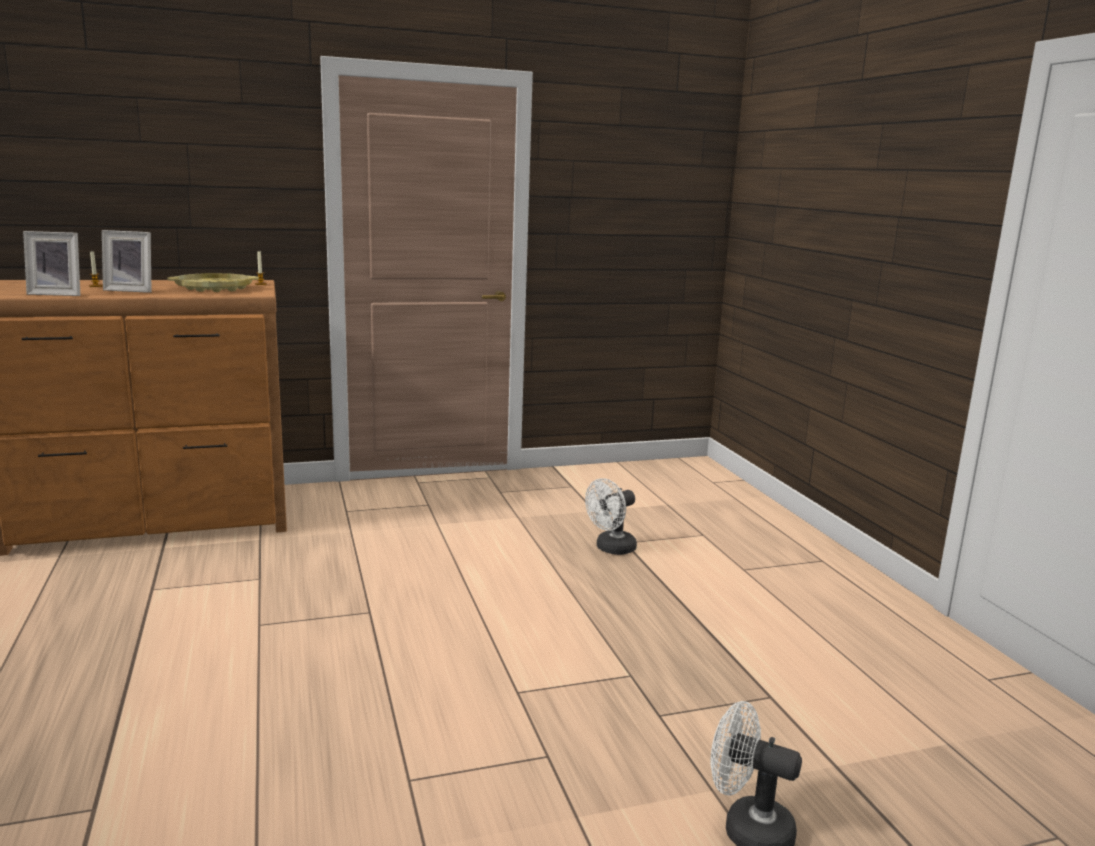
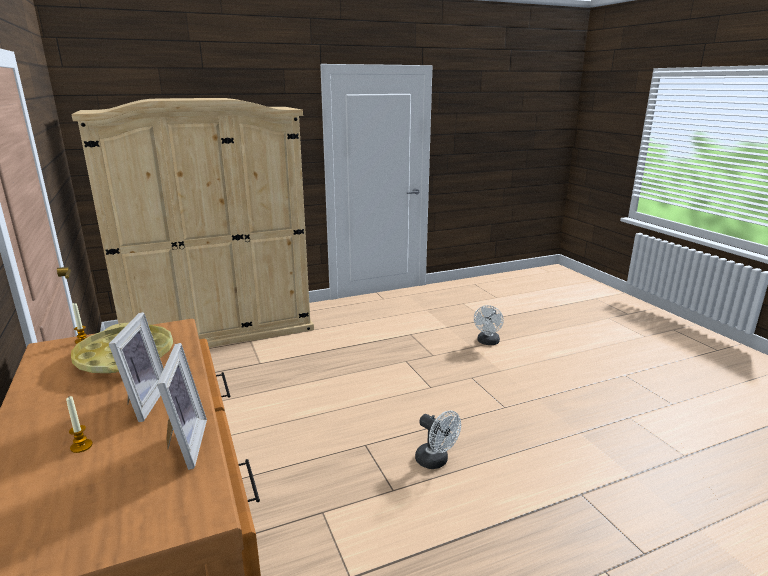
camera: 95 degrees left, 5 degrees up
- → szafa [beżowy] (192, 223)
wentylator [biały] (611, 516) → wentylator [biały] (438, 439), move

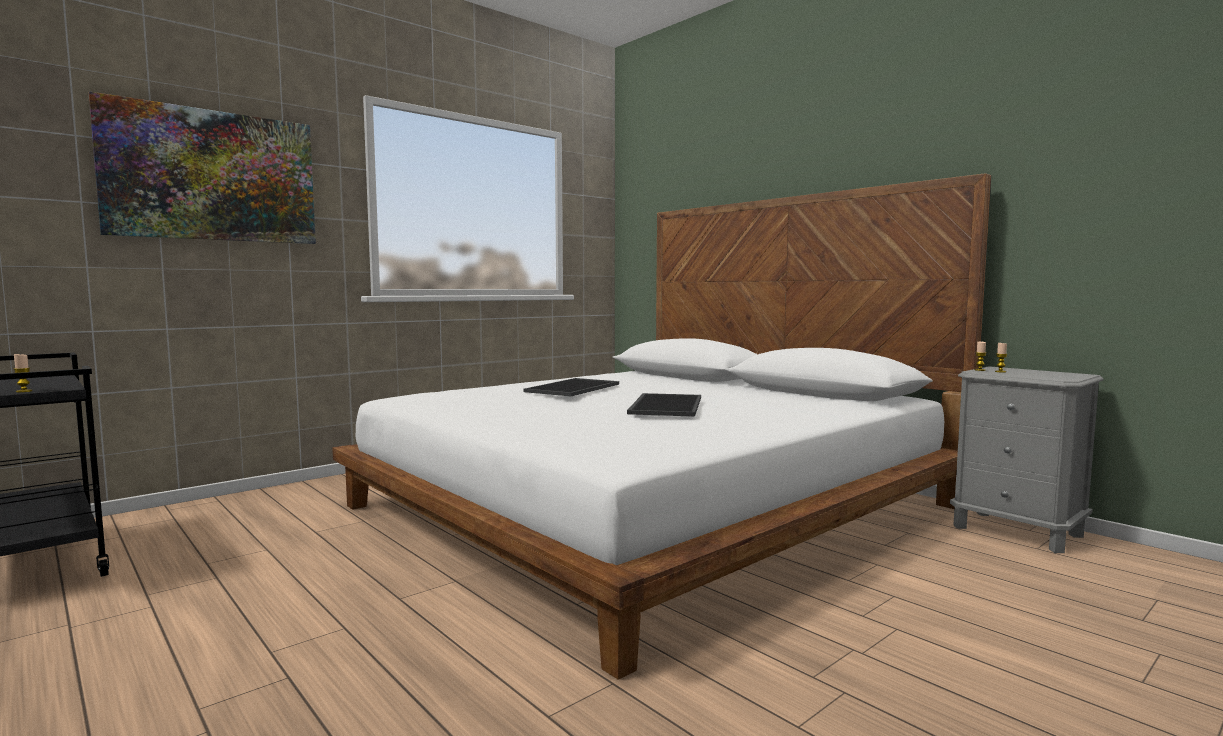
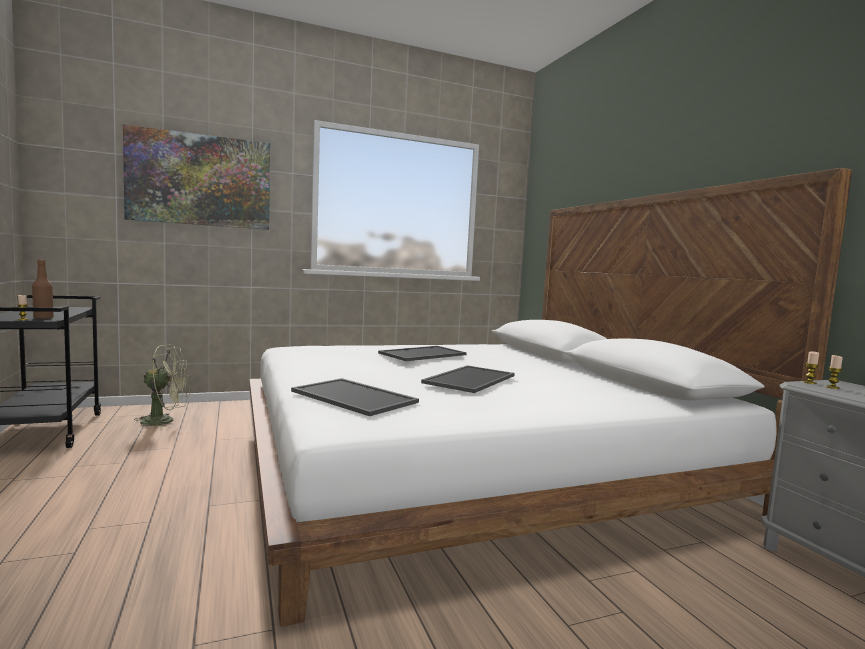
camera: 20 degrees right, 0 degrees up
- → butelka [brązowy] (43, 289)
- → wentylator [zielony] (162, 386)
- → taca (355, 397)

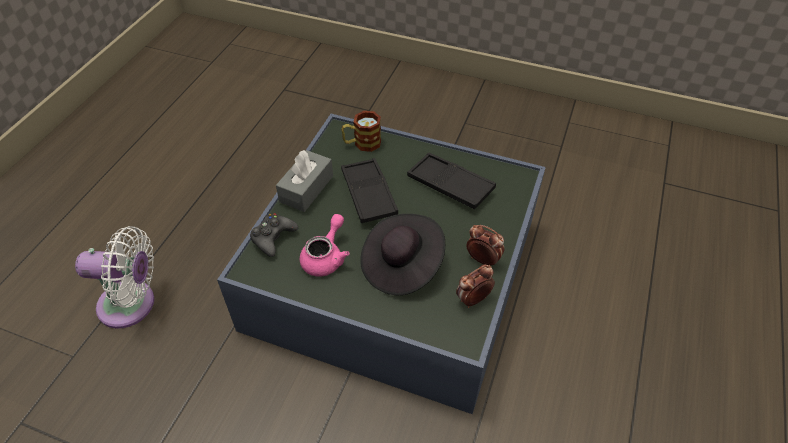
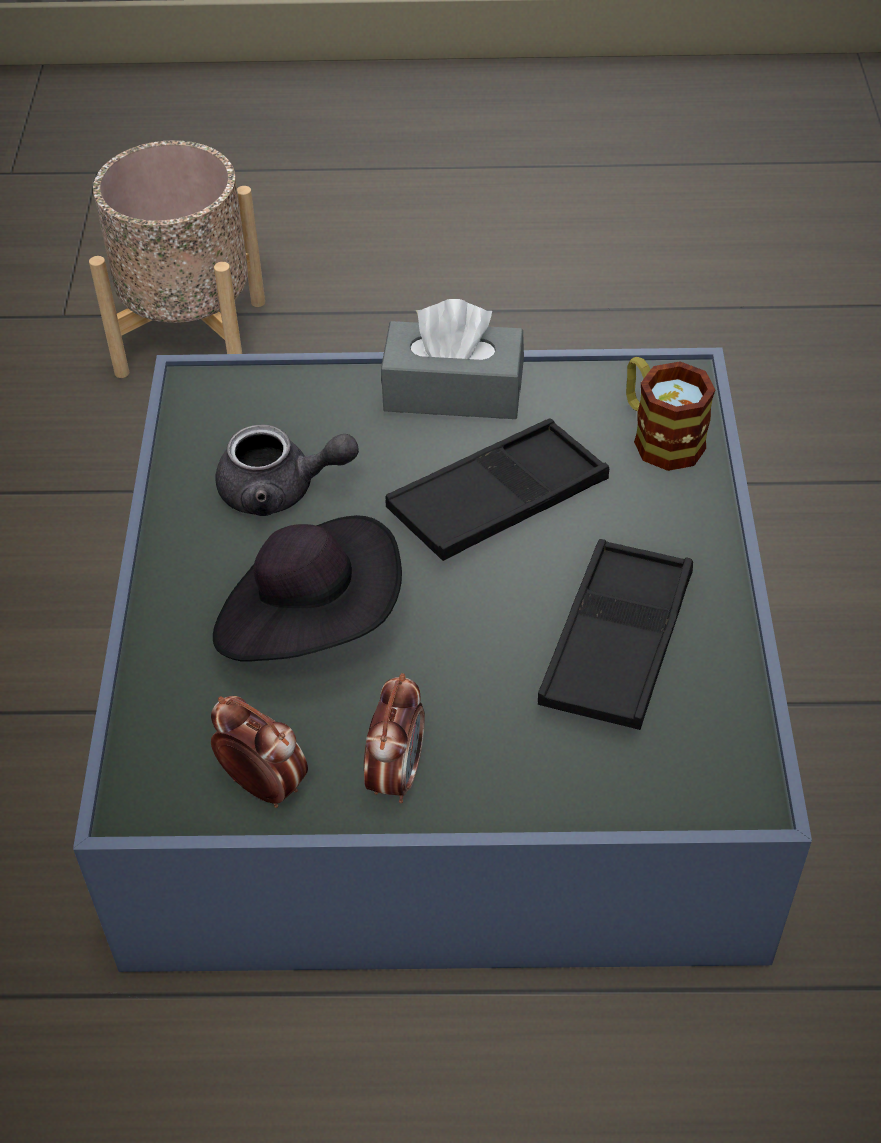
camera: 70 degrees right, 0 degrees up
pad do gier [czarny] (274, 235) → -
wentylator [biały] (114, 277) → donica [beżowy] (177, 259)
imbryk [różowy] (324, 245) → imbryk [szary] (287, 470)

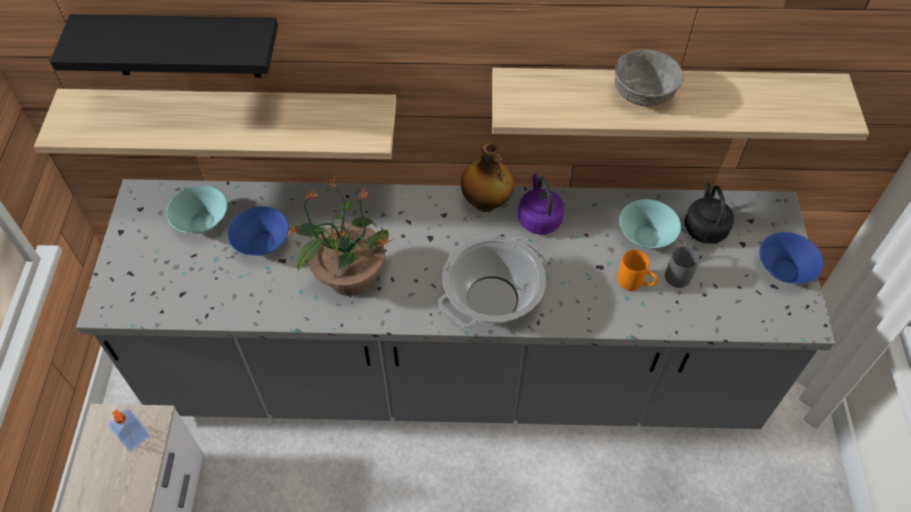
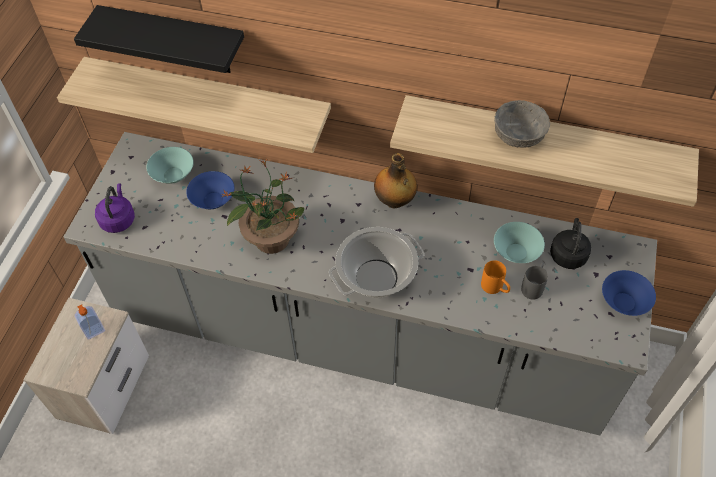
camera: 15 degrees right, 0 degrees up
czajnik [fioletowy] (541, 204) → czajnik [fioletowy] (115, 208), move

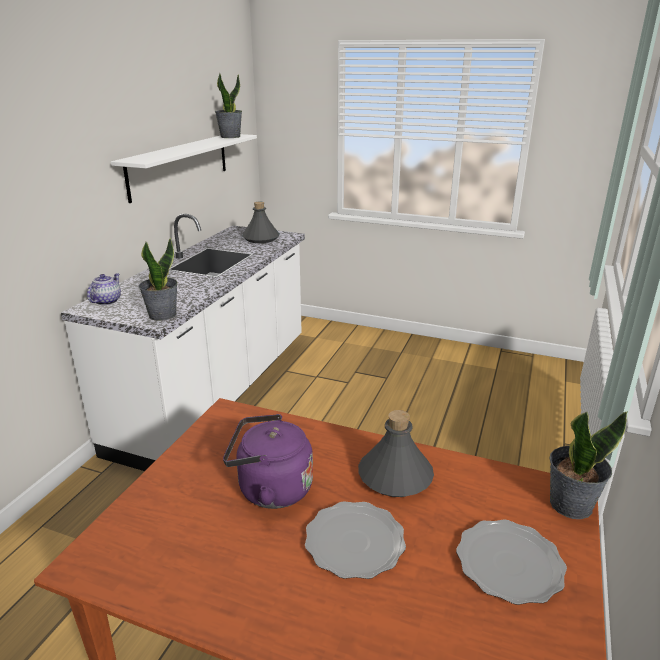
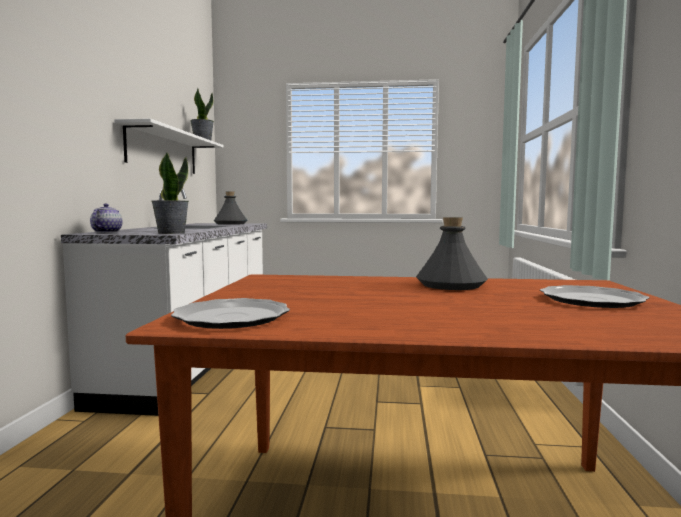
camera: 15 degrees left, 20 degrees down
czajnik [fioletowy] (268, 461) → -
roślina doniczkowa (588, 465) → -
talerz (355, 540) → talerz (230, 313), move

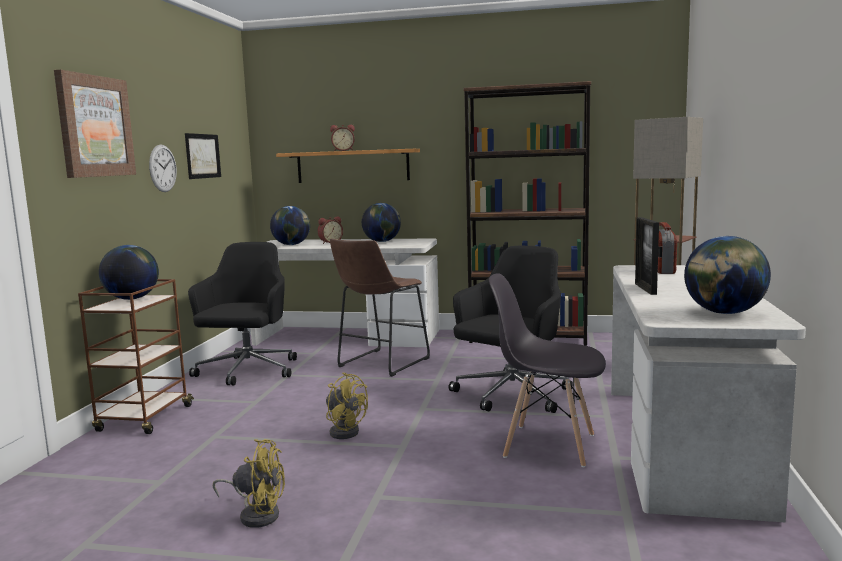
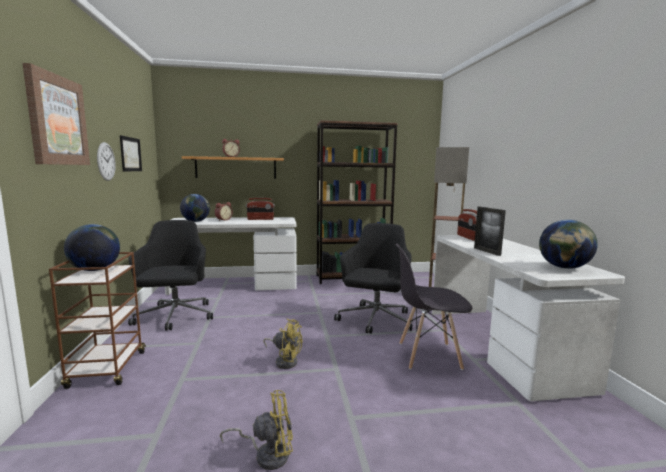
camera: 20 degrees left, 0 degrees up
stołek [brązowy] (380, 308) → -
globus (381, 222) → radio (260, 209)

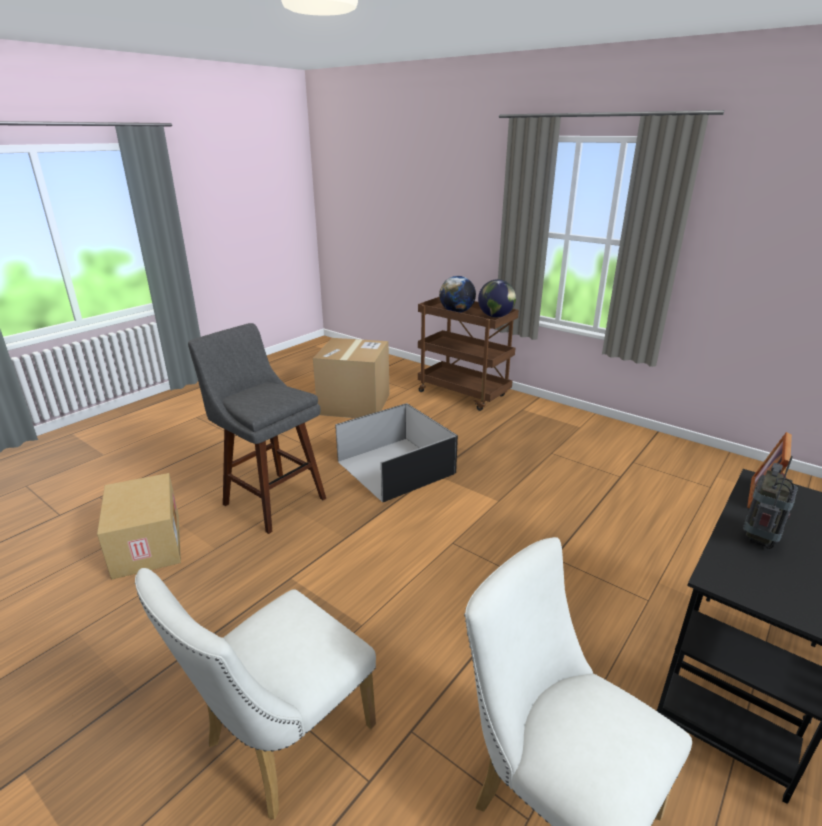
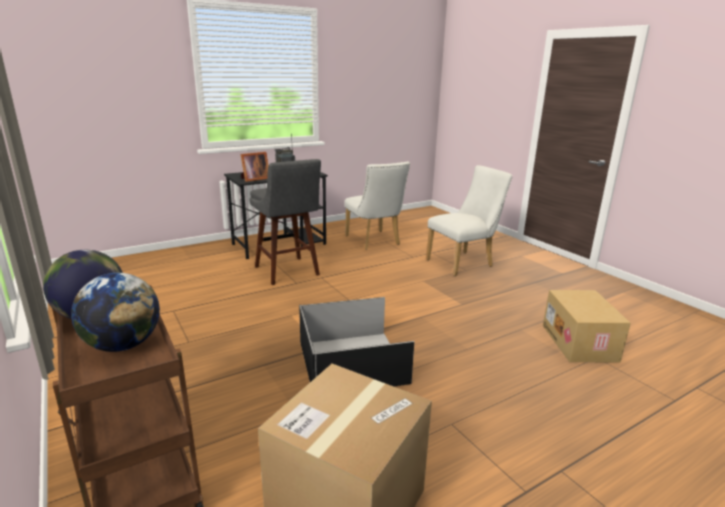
camera: 160 degrees left, 5 degrees down
stołek [szary] (257, 428) → stołek [szary] (285, 222), move

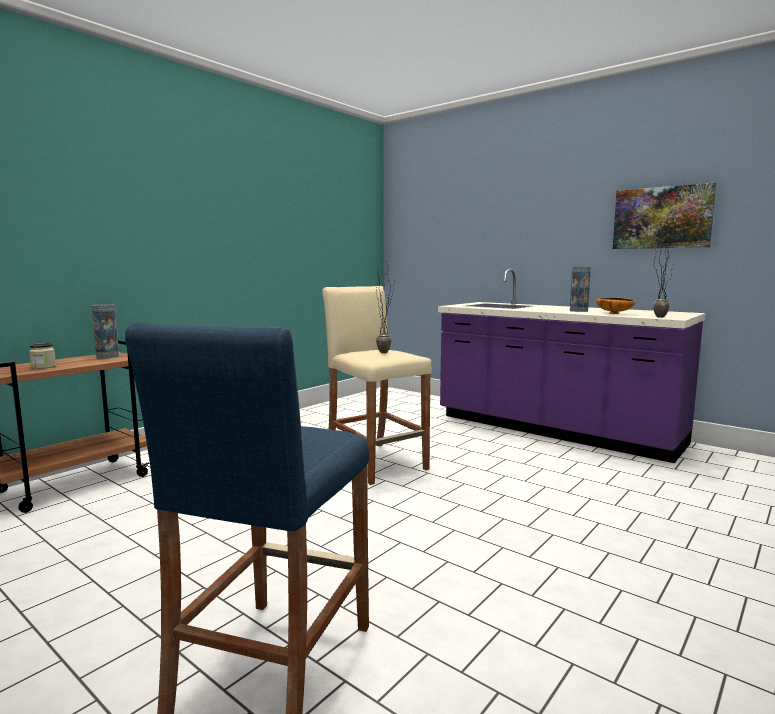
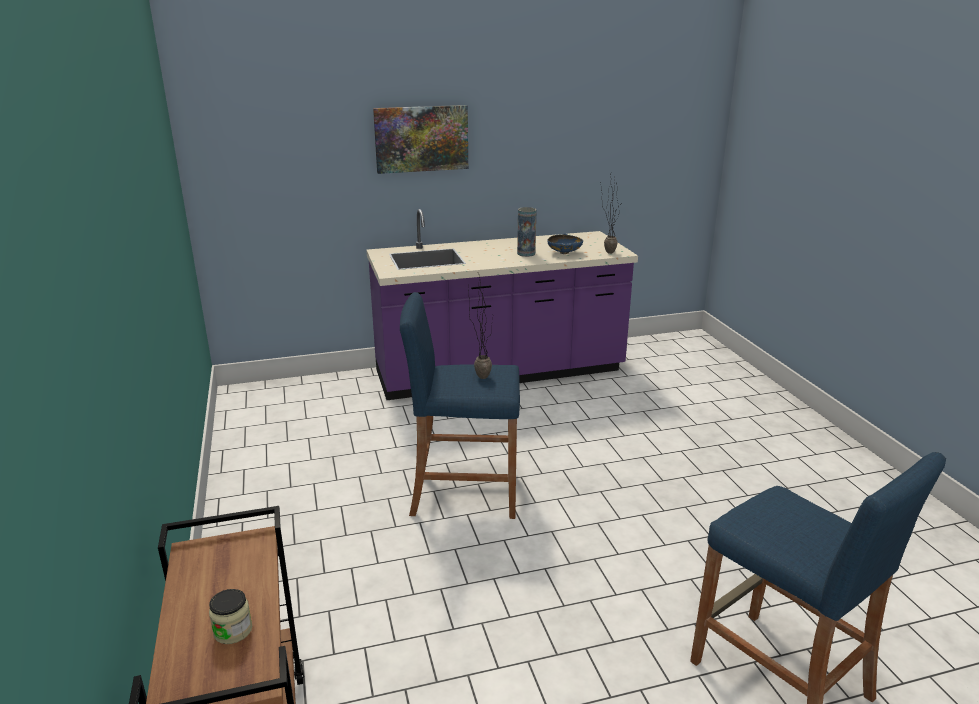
camera: 55 degrees left, 15 degrees up
wazon (105, 331) → -
obraz (664, 216) → obraz (420, 139), move
stołek [beżowy] (377, 385) → stołek [niebieski] (460, 405)
miska [pomarańczowy] (616, 305) → miska [niebieski] (565, 243)

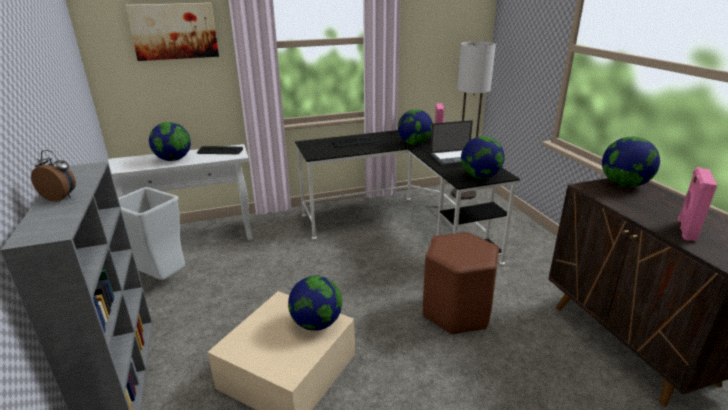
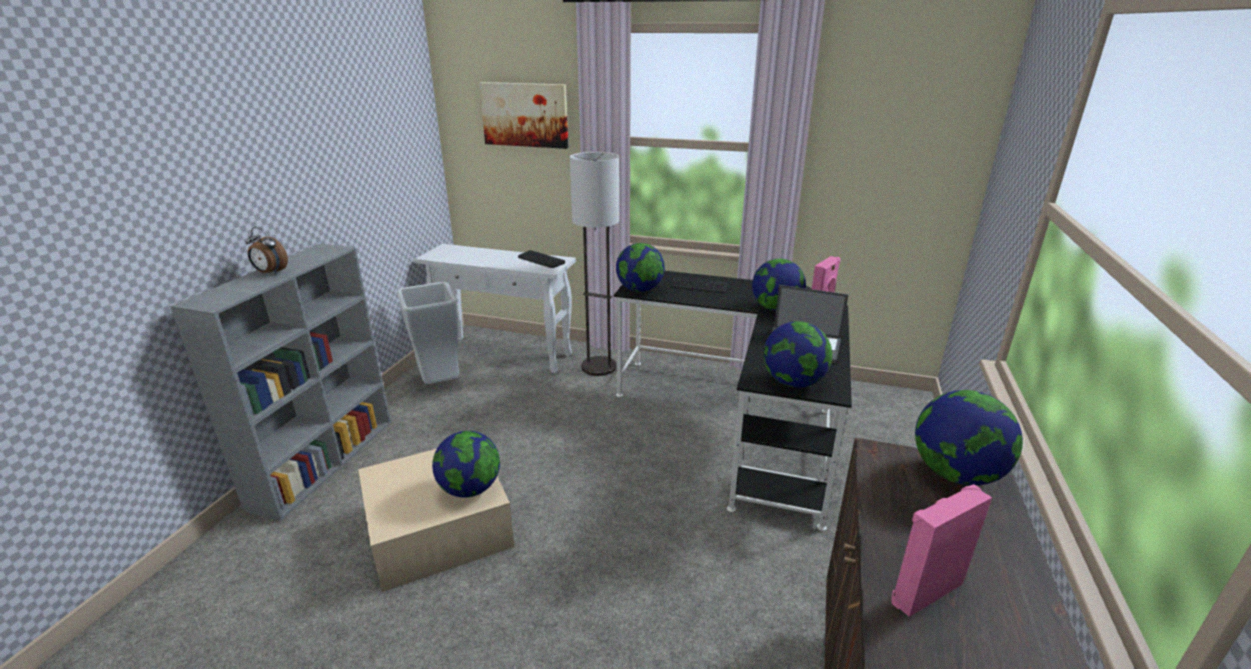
camera: 35 degrees right, 0 degrees up
stołek [brązowy] (461, 283) → -
globus (170, 141) → globus (640, 267), move
lampa stojąca (474, 120) → lampa stojąca (594, 264), move
budzik (53, 176) → budzik (267, 251), 150 degrees clockwise

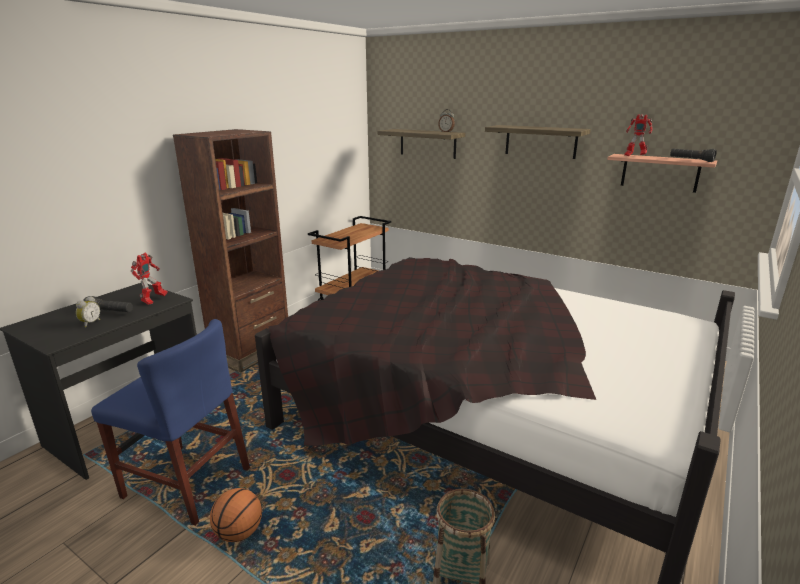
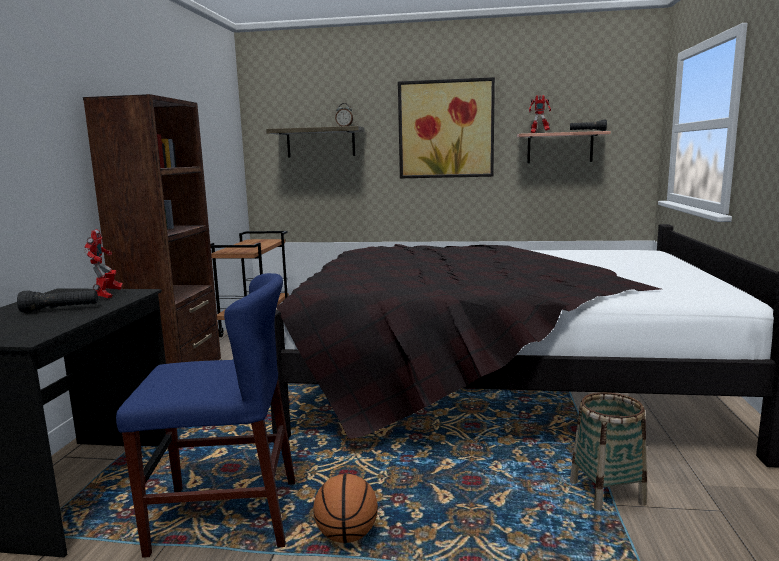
camera: 25 degrees left, 10 degrees down
budzik (88, 311) → -
półka (538, 142) → obraz (446, 127)

